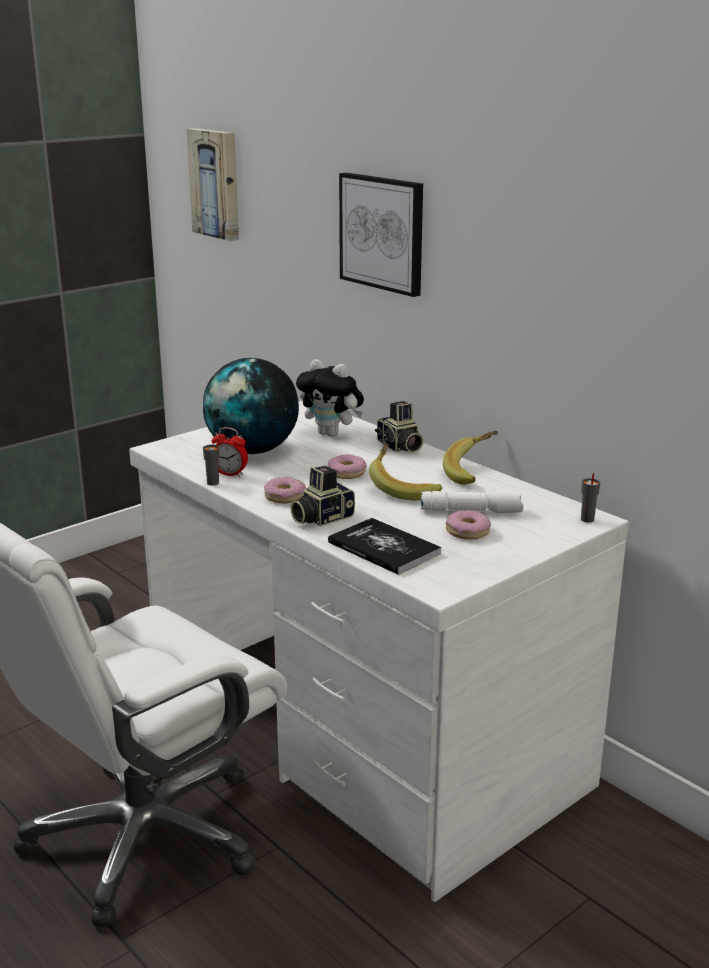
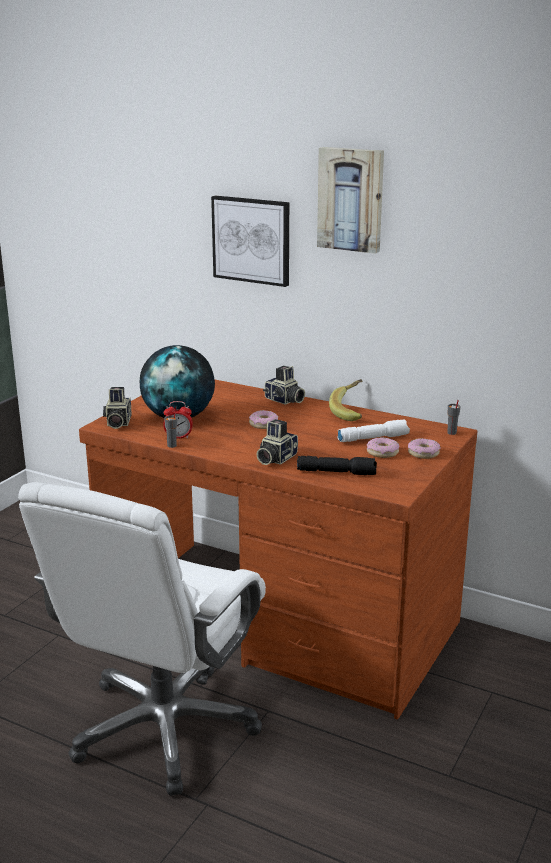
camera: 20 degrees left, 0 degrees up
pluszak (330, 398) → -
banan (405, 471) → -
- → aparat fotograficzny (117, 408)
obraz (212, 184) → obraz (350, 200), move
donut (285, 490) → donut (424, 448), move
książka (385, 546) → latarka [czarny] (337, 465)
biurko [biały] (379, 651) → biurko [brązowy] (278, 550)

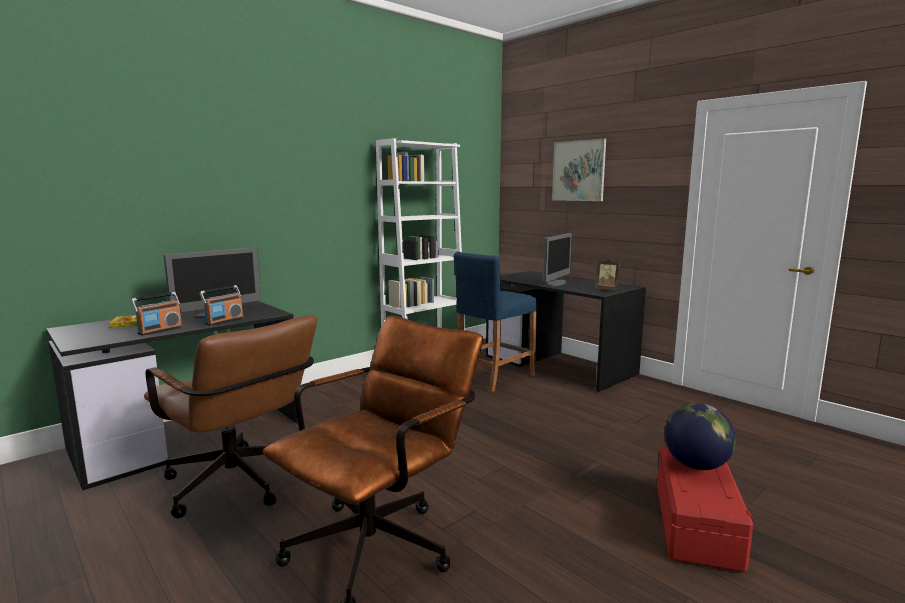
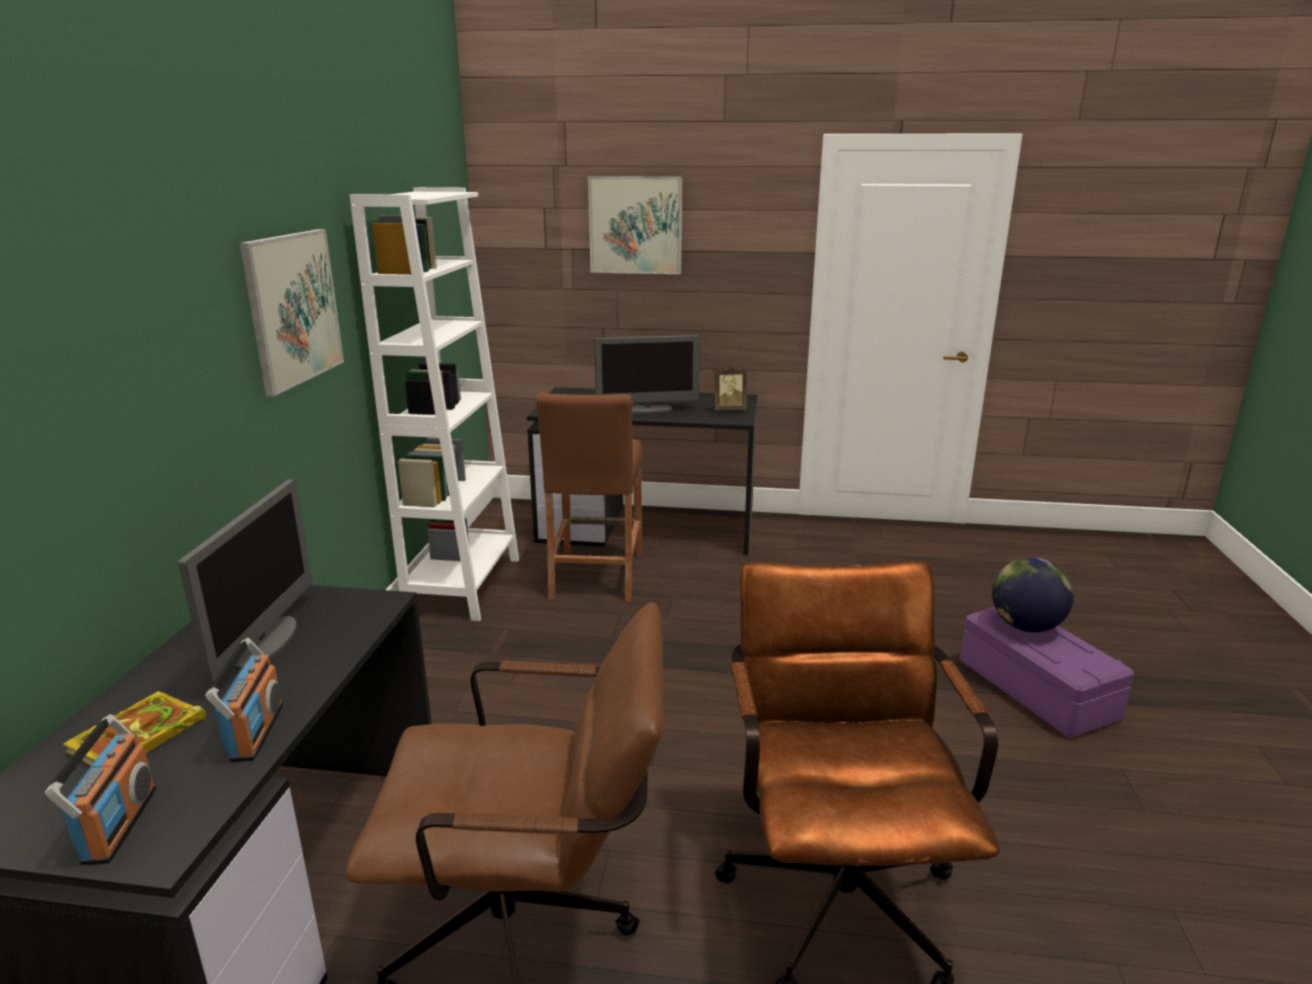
camera: 40 degrees left, 10 degrees up
- → obraz (291, 312)
radio (222, 305) → radio (100, 790), move
stołek [niebieski] (495, 322) → stołek [brązowy] (590, 497)
pojemnik do przechowywania [czerwony] (705, 509) → pojemnik do przechowywania [fioletowy] (1047, 672)
monitor (557, 259) → monitor (647, 374), 90 degrees clockwise

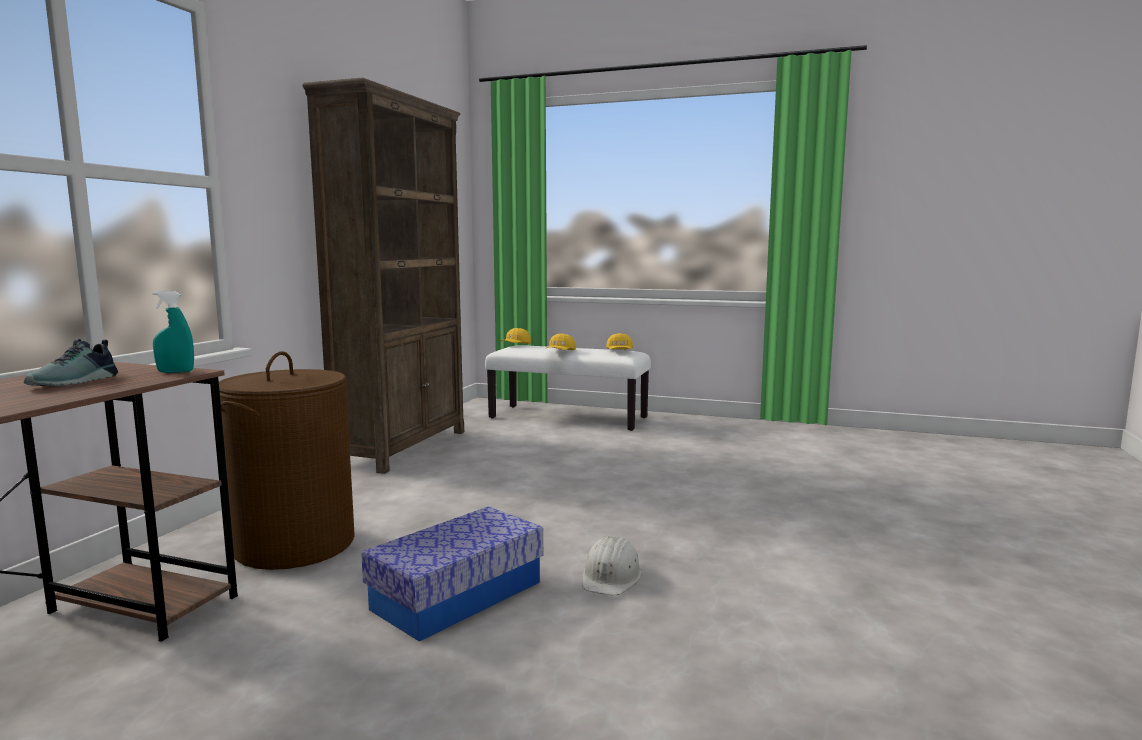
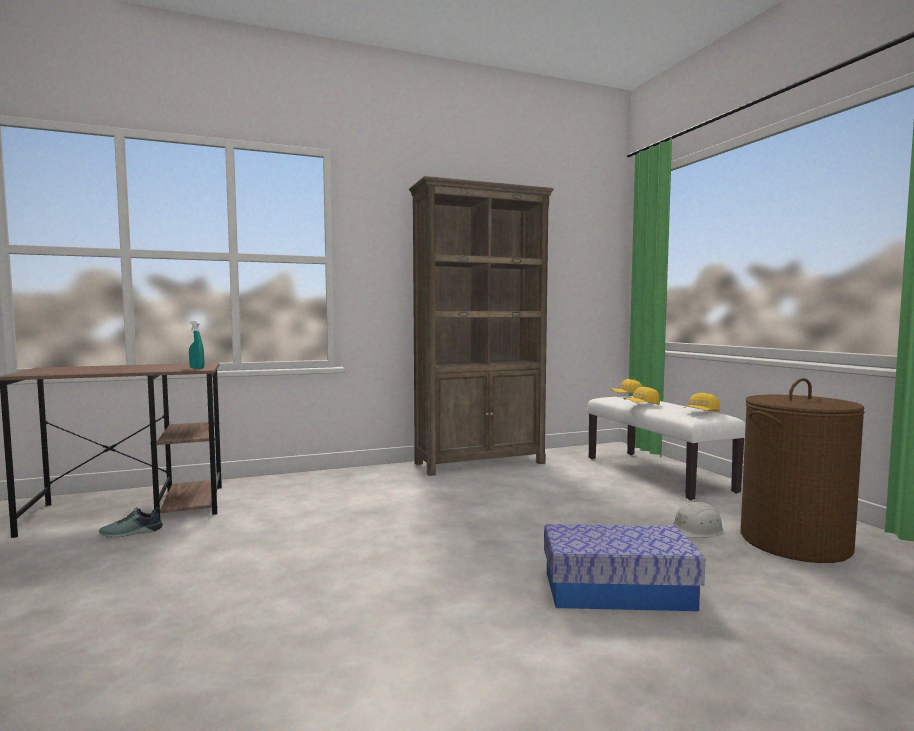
camera: 50 degrees right, 5 degrees down
but (71, 363) → but (131, 522), move
kosz na pranie [brązowy] (287, 460) → kosz na pranie [brązowy] (802, 470), move
pojemnik do przechowywania (452, 574) → pojemnik do przechowywania (624, 567), move
kask [biały] (612, 565) → kask [biały] (696, 519), move

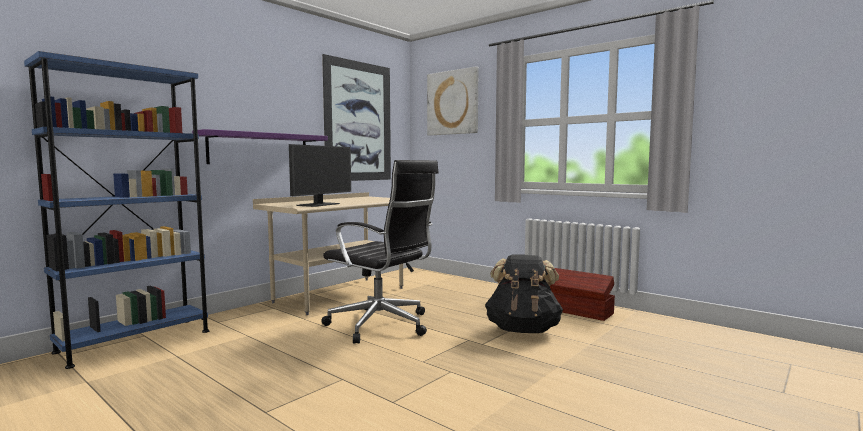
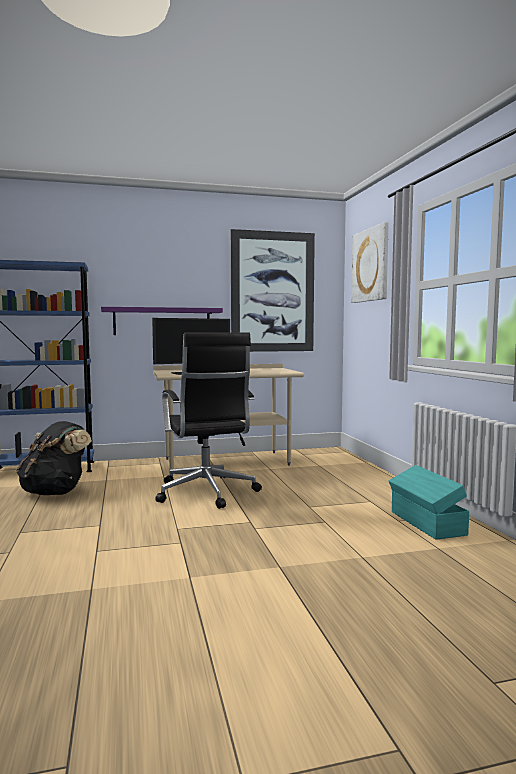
camera: 35 degrees right, 0 degrees up
plecak [czarny] (524, 294) → plecak [czarny] (54, 458), move
pojemnik do przechowywania [brązowy] (582, 294) → pojemnik do przechowywania [turkusowy] (429, 502)

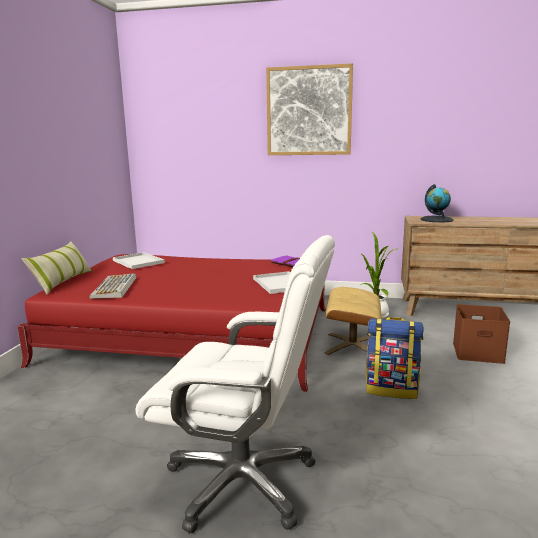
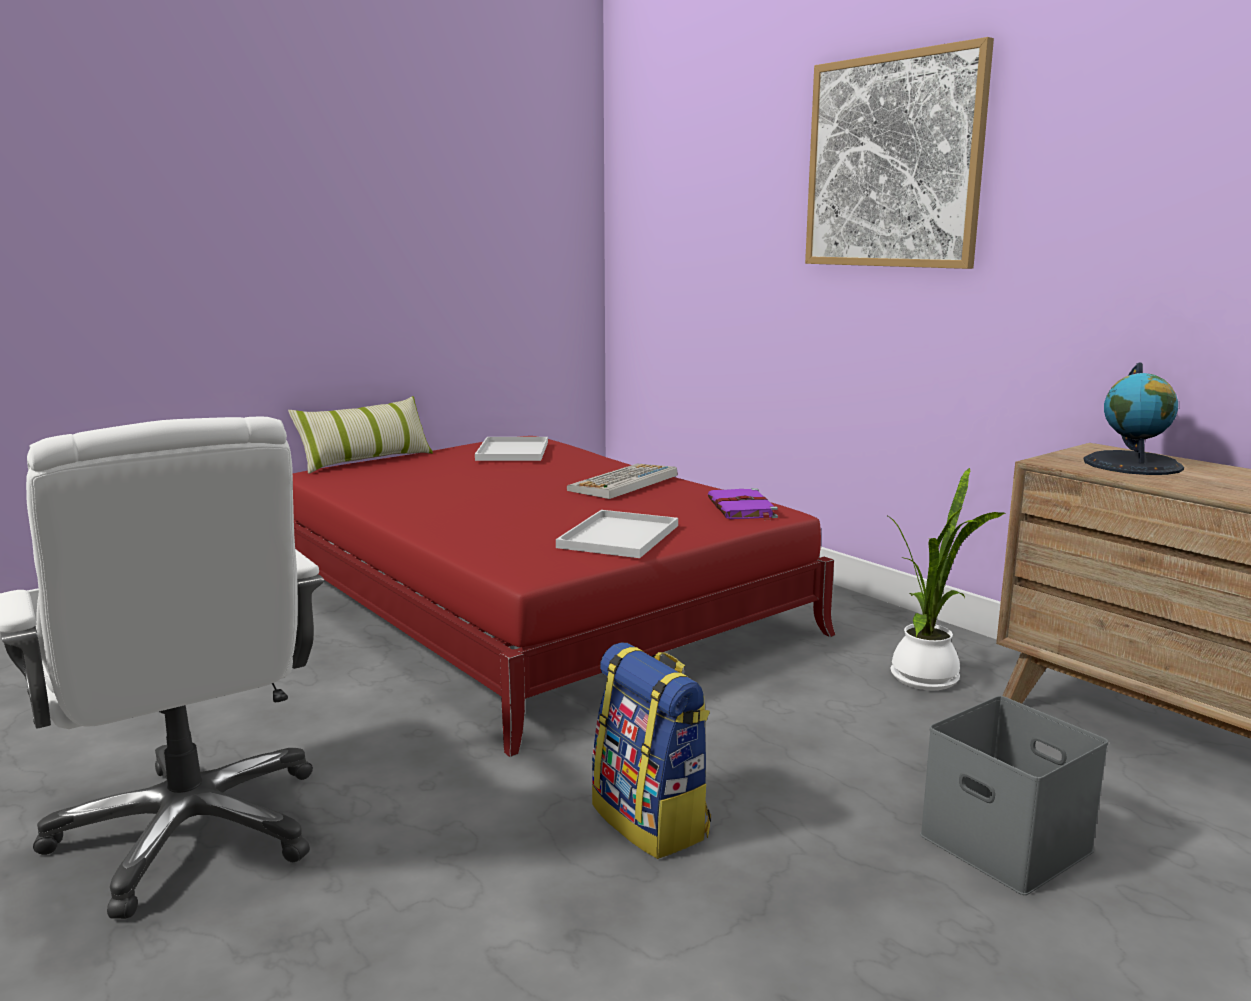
camera: 40 degrees right, 0 degrees up
pufa [beżowy] (353, 321) → -
klawiatura (112, 286) → klawiatura (622, 481), move
pojemnik do przechowywania [brązowy] (481, 334) → pojemnik do przechowywania [szary] (1014, 795)

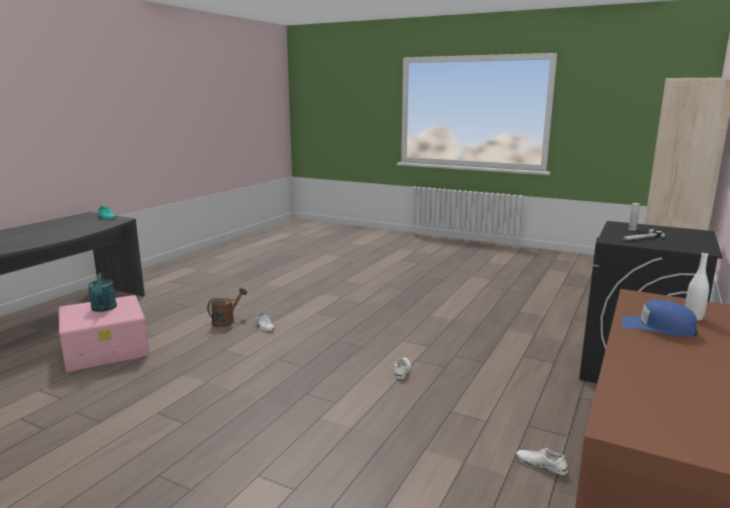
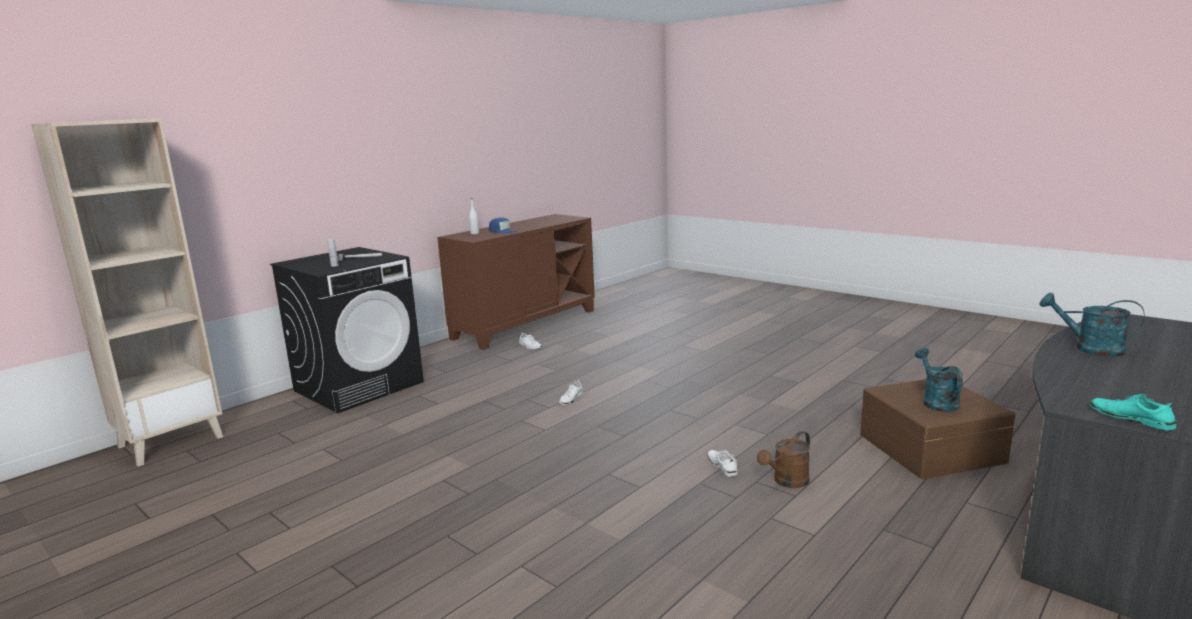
camera: 165 degrees left, 0 degrees up
- → konewka [turkusowy] (1092, 325)
pojemnik do przechowywania [różowy] (104, 333) → pojemnik do przechowywania [brązowy] (937, 429)

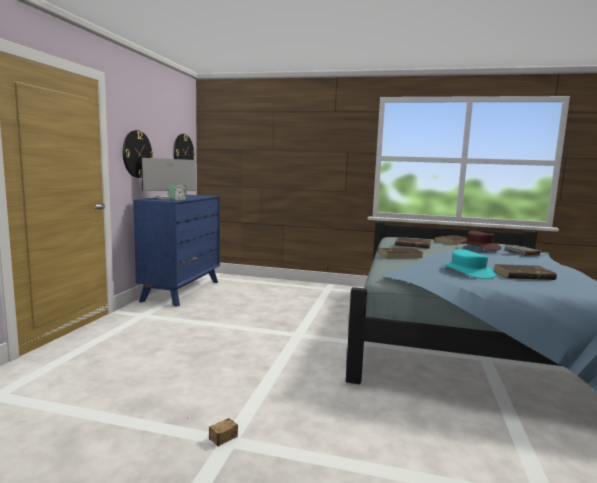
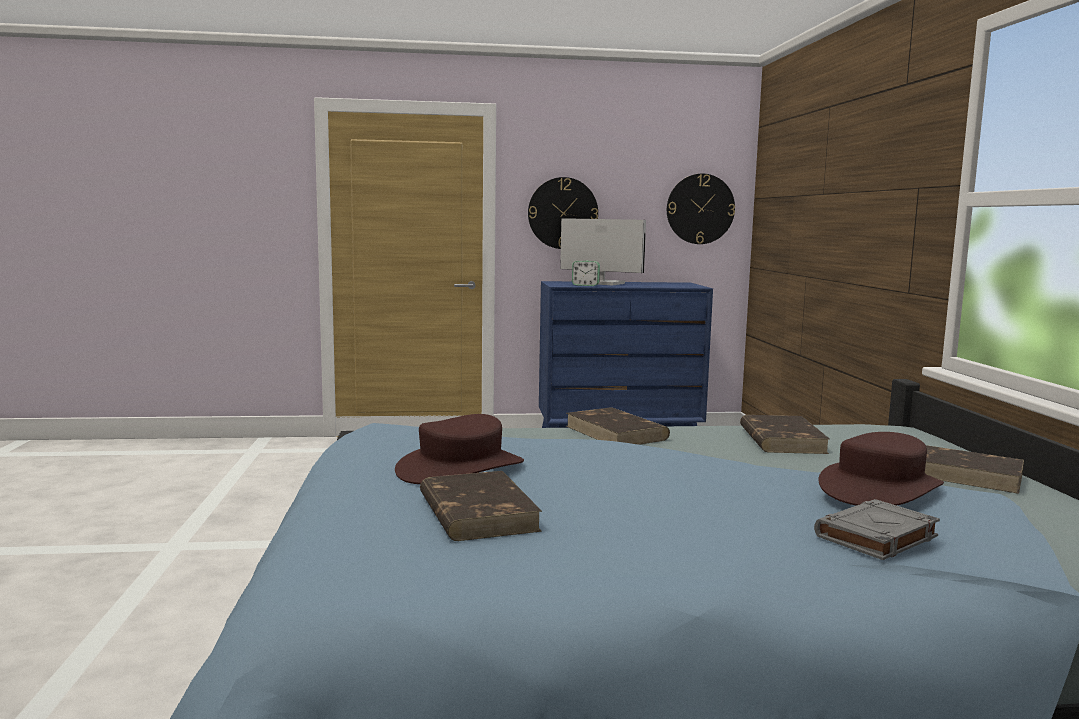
camera: 70 degrees right, 0 degrees up
pojemnik do przechowywania (212, 432) → -
kapelusz [turkusowy] (469, 264) → kapelusz [brązowy] (459, 449)

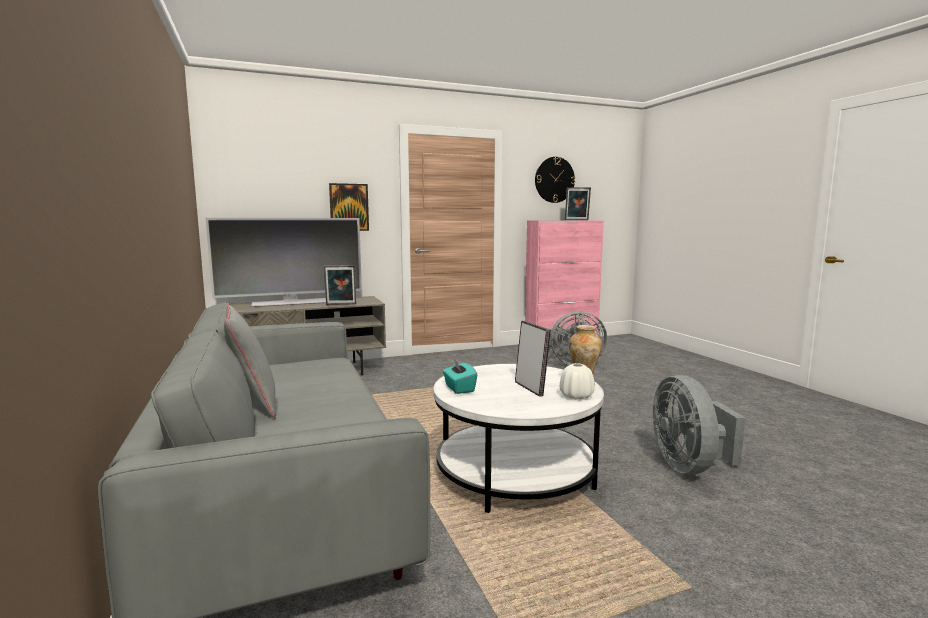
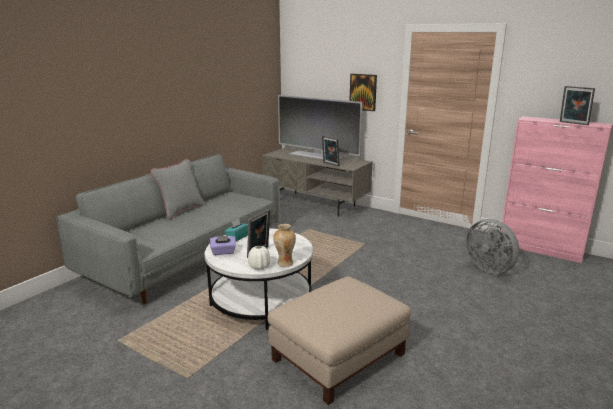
camera: 55 degrees right, 10 degrees up
zegar ścienny (555, 180) → -
- → pudełko chusteczek [fioletowy] (223, 245)
wentylator [szary] (699, 425) → pufa [beżowy] (339, 340)

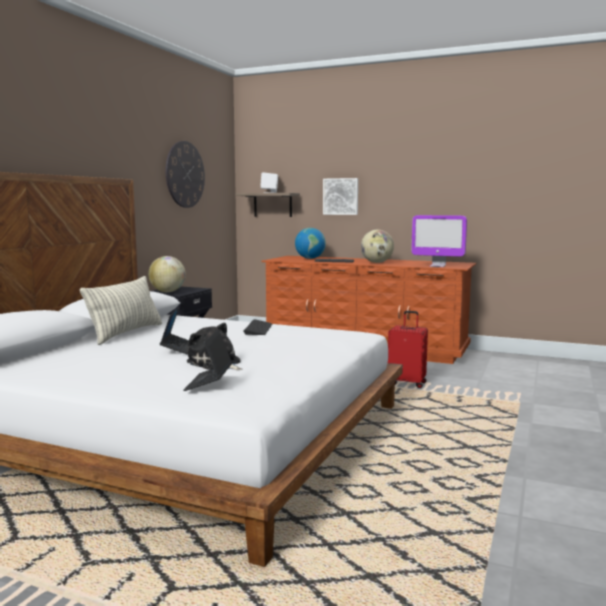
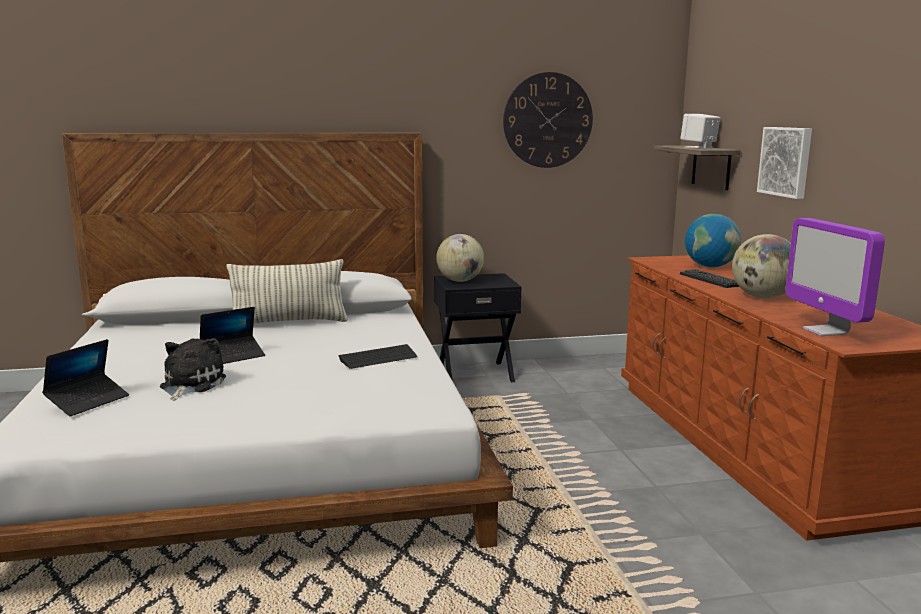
camera: 55 degrees right, 5 degrees up
walizka [czerwony] (408, 349) → -
laptop (208, 360) → laptop (85, 377), 150 degrees clockwise

